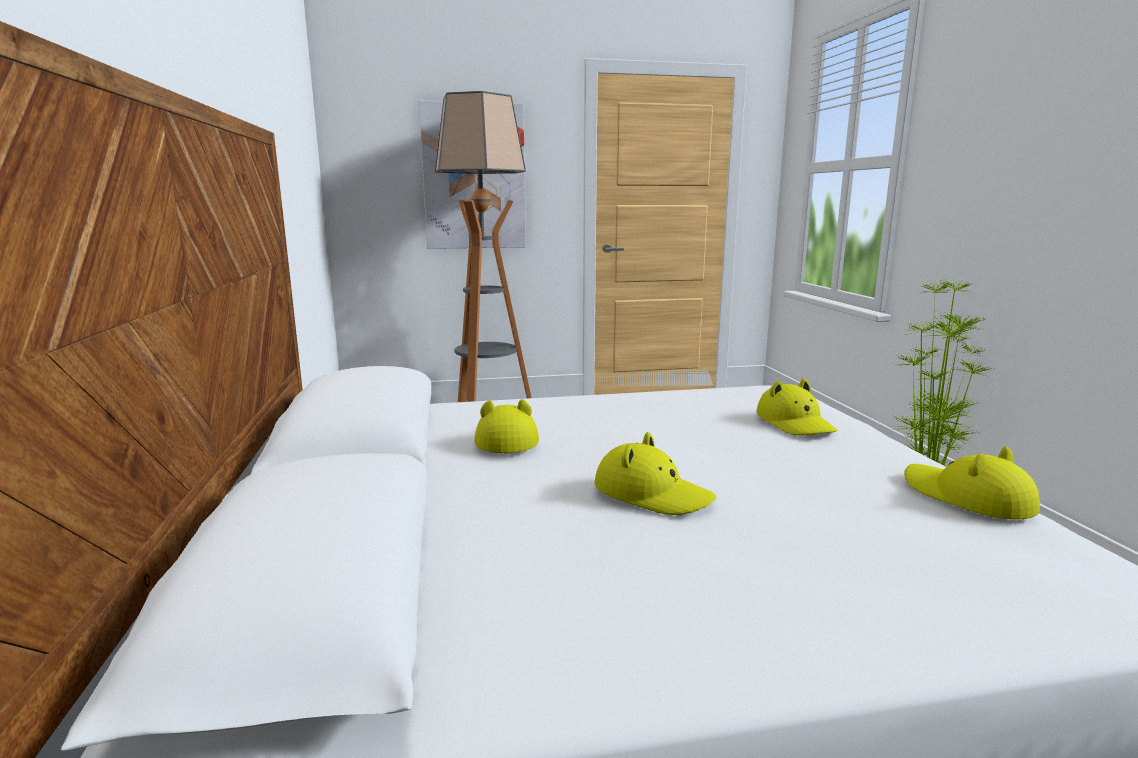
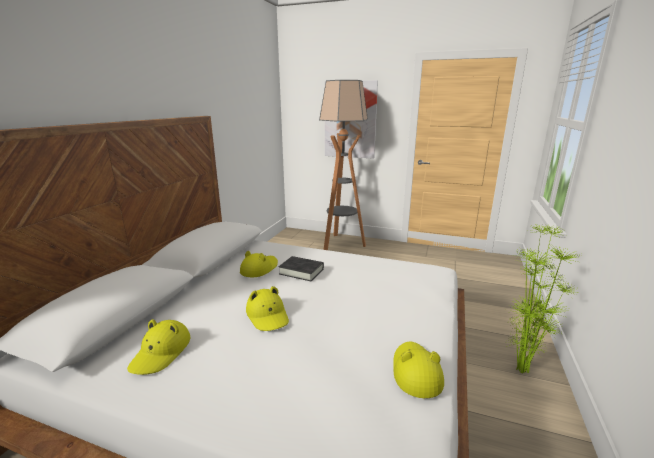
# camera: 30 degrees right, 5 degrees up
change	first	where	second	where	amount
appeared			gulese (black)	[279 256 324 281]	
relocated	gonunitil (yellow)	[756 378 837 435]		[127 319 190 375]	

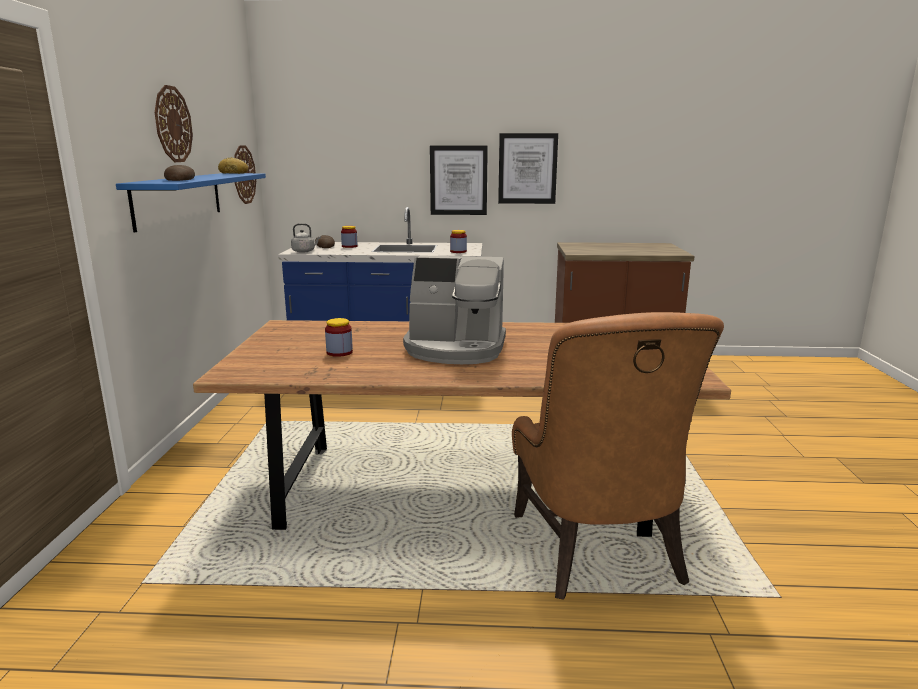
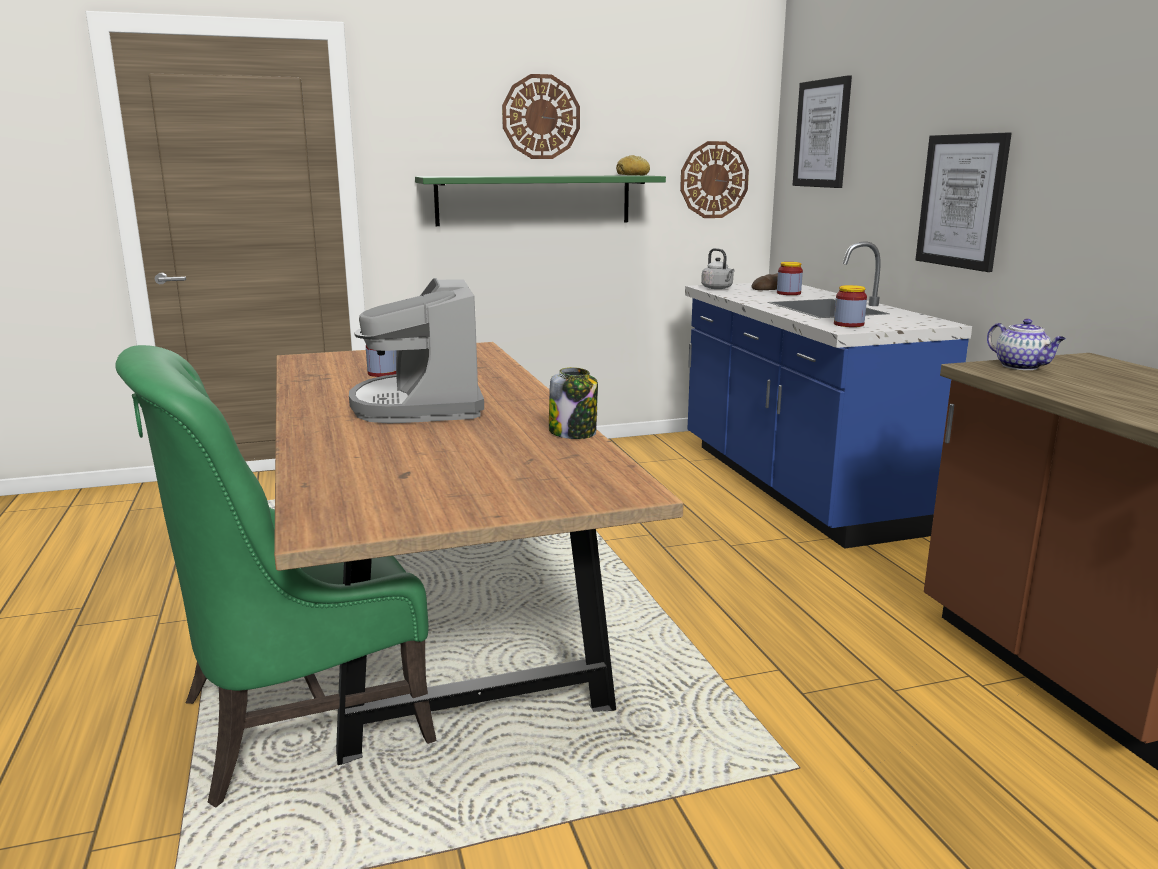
# camera: 70 degrees right, 0 degrees up
change	first	where	second	where	amount
missing	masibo	[164 165 195 181]			
appeared			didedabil	[549 367 598 439]	
appeared			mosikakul	[987 319 1066 370]	
relocated	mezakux	[498 133 558 204]		[793 75 852 188]	
colour	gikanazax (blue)	[116 173 266 232]	gikanazax (green)	[415 175 666 226]	
colour	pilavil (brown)	[512 312 724 600]	pilavil (green)	[115 345 437 808]	

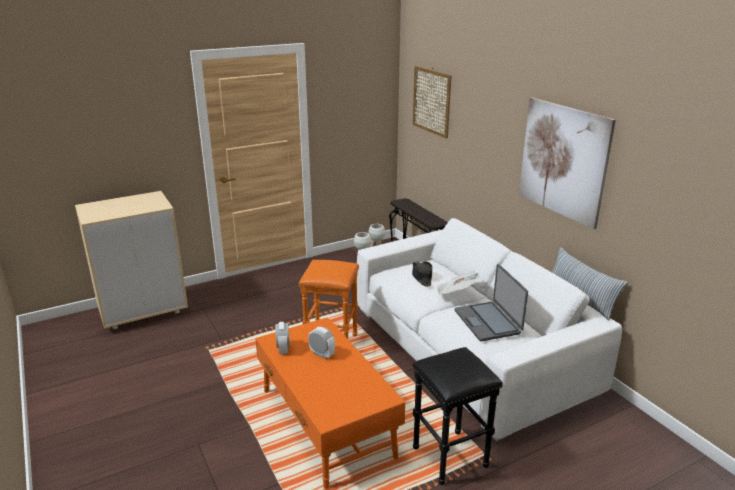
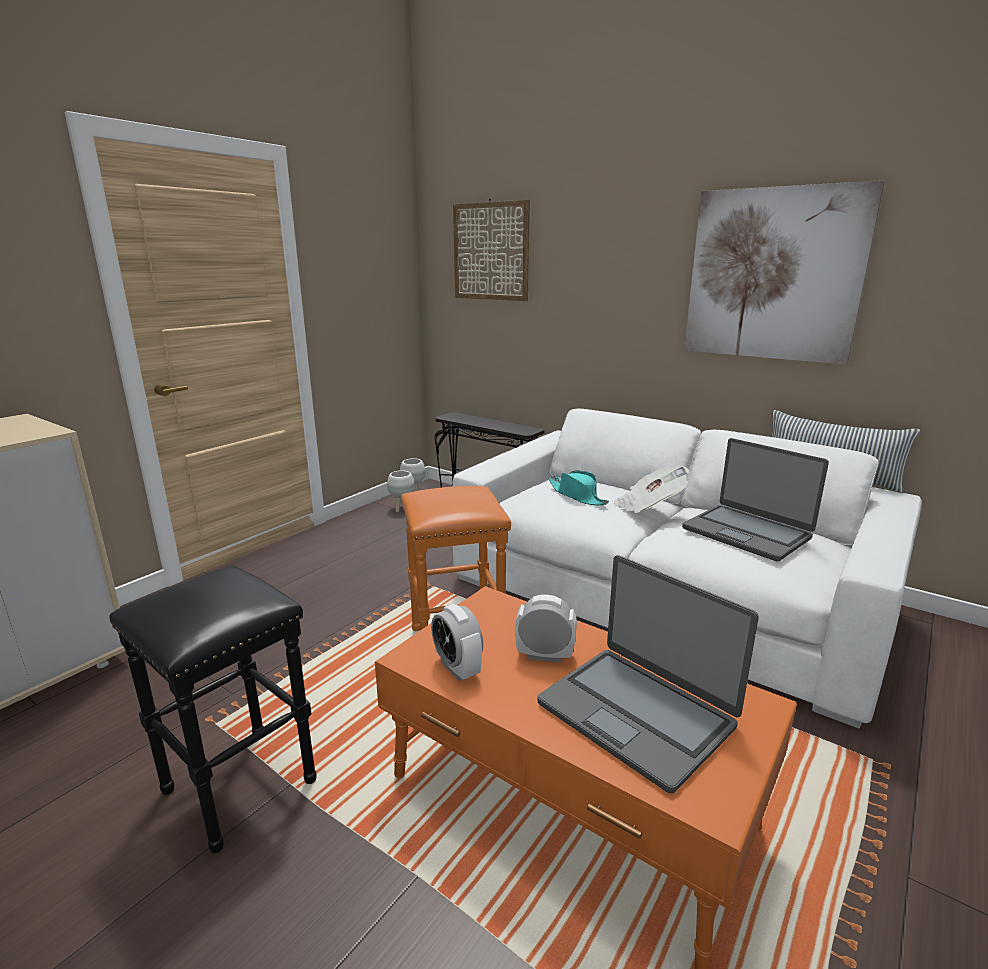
# camera: 25 degrees left, 5 degrees down
change	first	where	second	where	amount
appeared			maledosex	[538 555 759 793]	
relocated	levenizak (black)	[413 347 503 485]		[110 566 316 853]	
colour	gonunitil (black)	[412 261 432 287]	gonunitil (turquoise)	[548 470 609 505]	

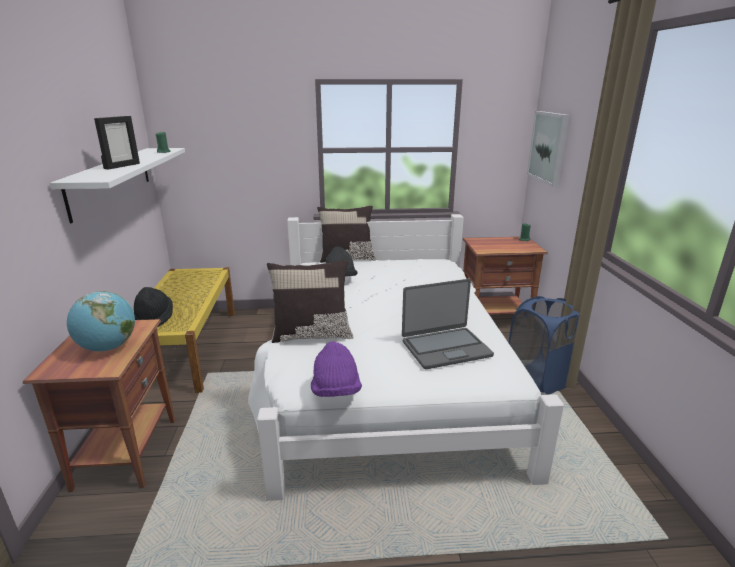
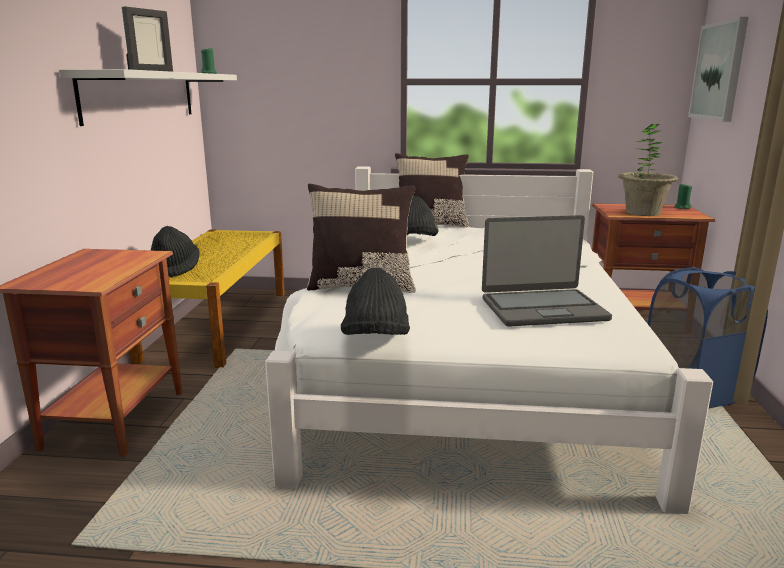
# camera: 10 degrees right, 5 degrees down
change	first	where	second	where	amount
missing	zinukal	[67 291 135 351]			
appeared			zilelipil	[618 124 678 216]	
colour	gonunitil (purple)	[311 341 362 397]	gonunitil (black)	[341 268 410 335]	

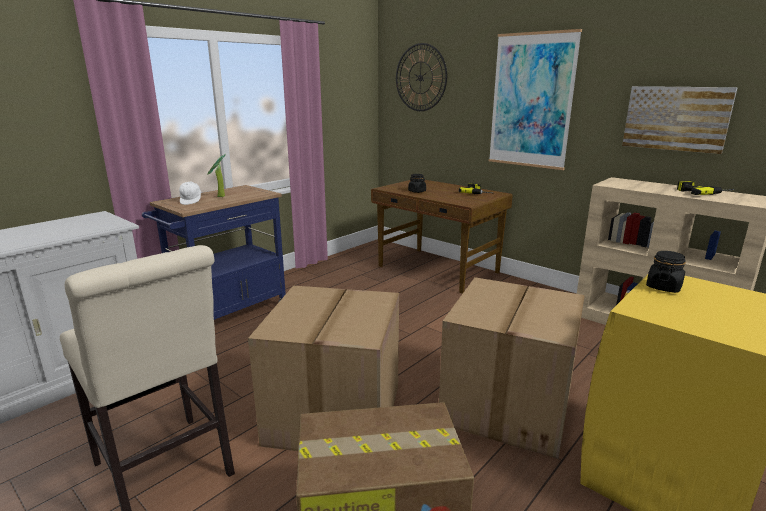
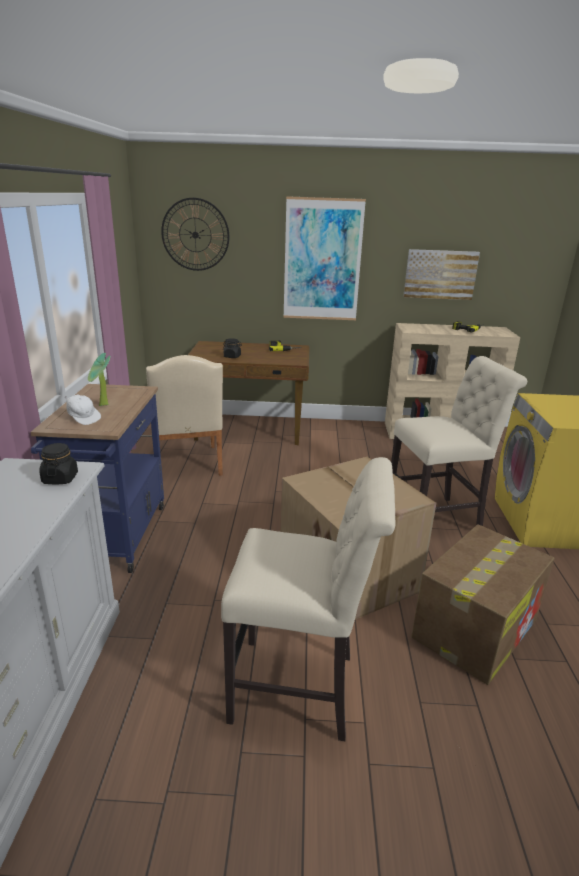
# camera: 40 degrees left, 5 degrees up
change	first	where	second	where	amount
appeared			pilavil (beige)	[146 355 223 476]	
relocated	didedabil (black)	[646 251 686 293]		[39 443 78 484]	
exchanged	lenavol	[439 277 585 459]	levenizak (beige)	[391 356 527 526]	

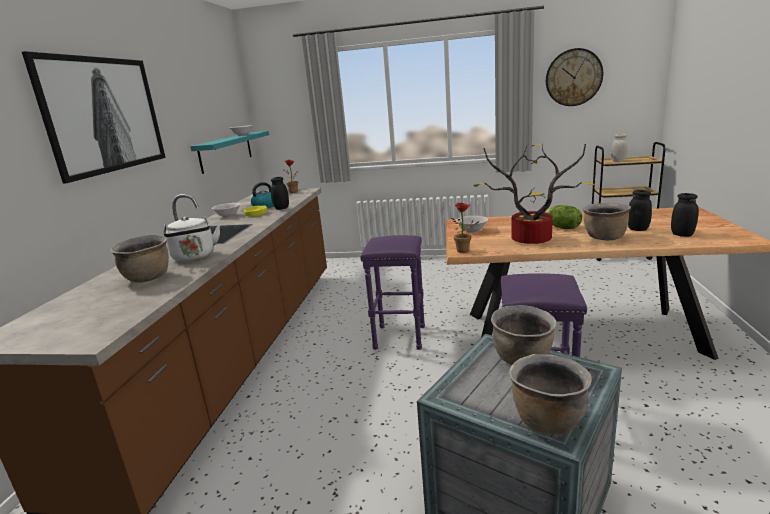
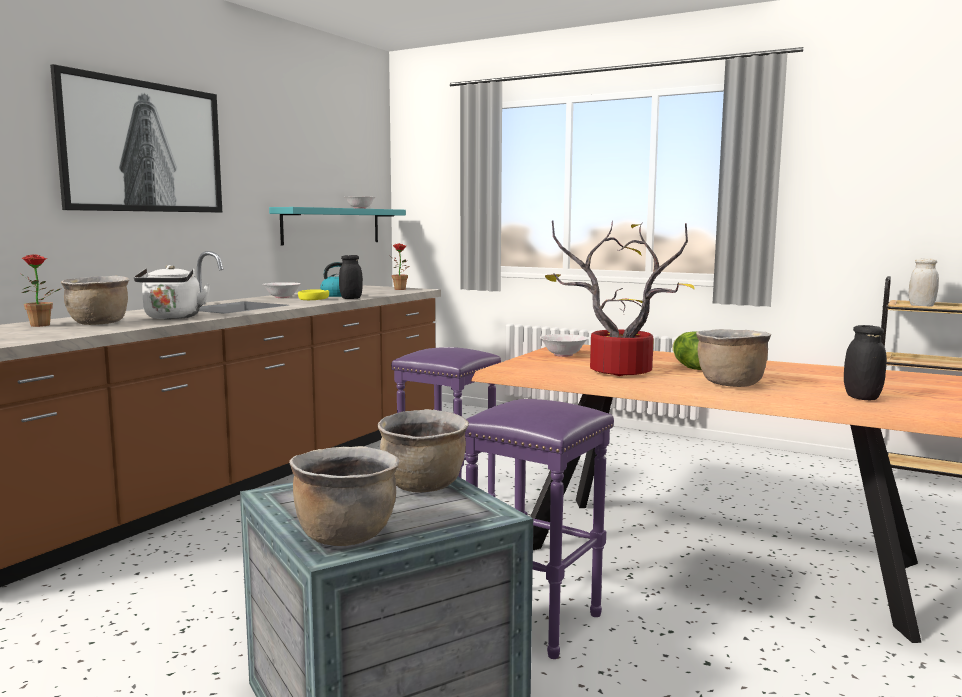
# camera: 20 degrees right, 10 degrees down
change	first	where	second	where	amount
missing	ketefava	[546 48 603 106]			
missing	didedabil (black)	[628 190 652 231]			
relocated	zilelipil	[451 203 480 253]		[21 254 60 327]	

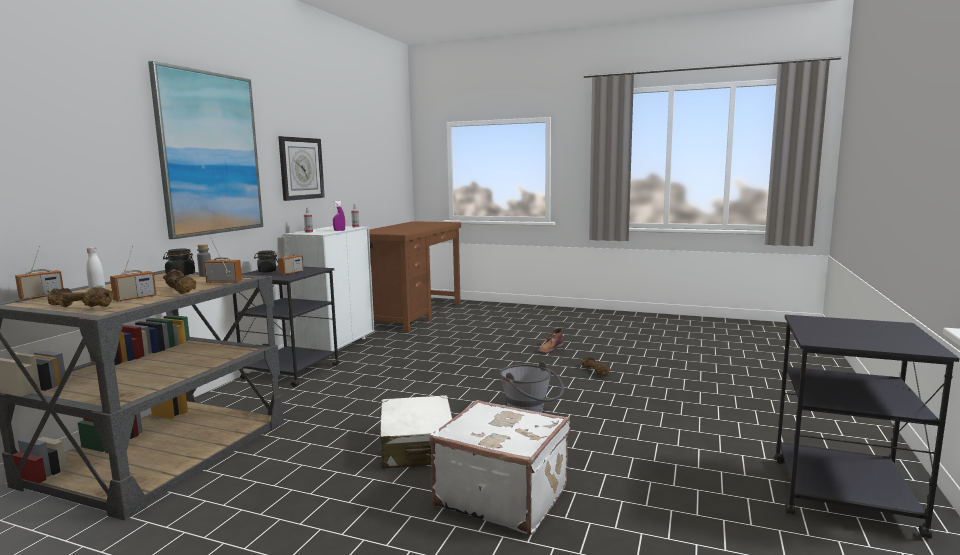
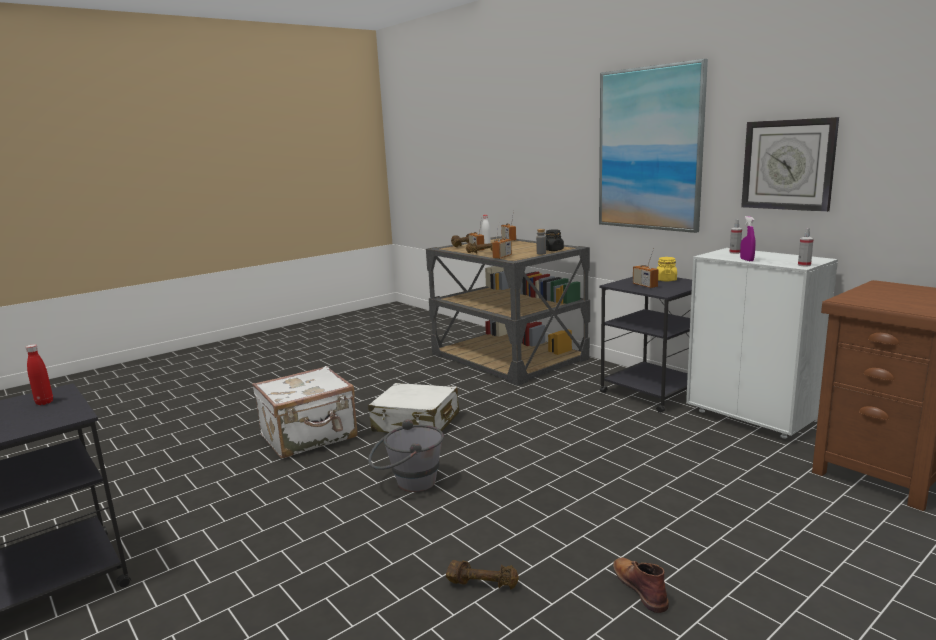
# camera: 120 degrees right, 5 degrees up
change	first	where	second	where	amount
appeared			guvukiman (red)	[26 344 53 405]	
colour	didedabil (black)	[254 250 278 272]	didedabil (yellow)	[657 257 677 282]	

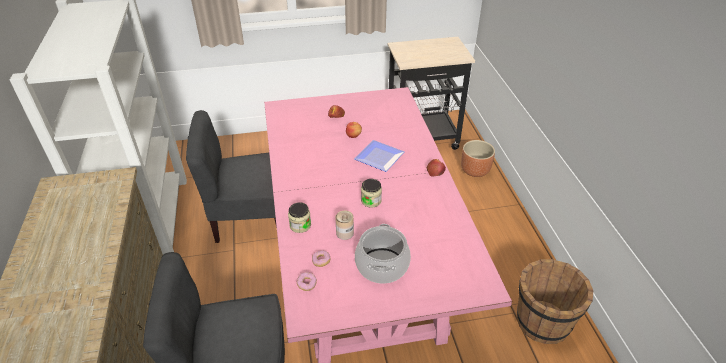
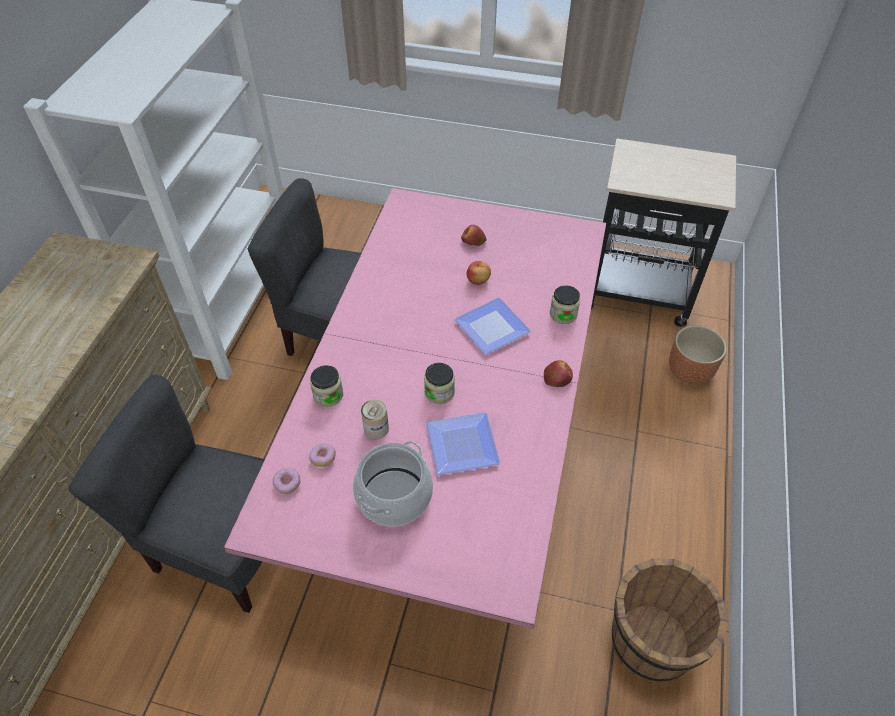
# camera: 25 degrees right, 10 degrees up
change	first	where	second	where	amount
appeared			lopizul	[426 412 500 475]	
appeared			didedabil	[550 285 580 324]	

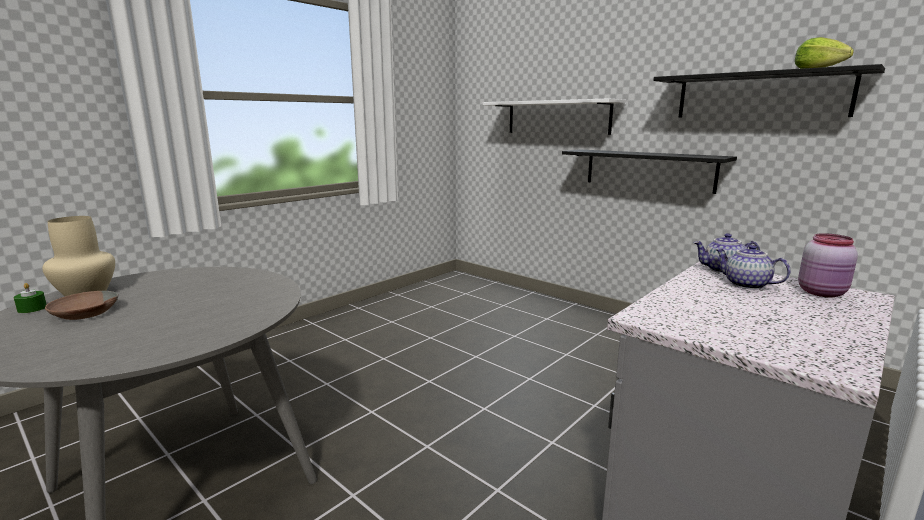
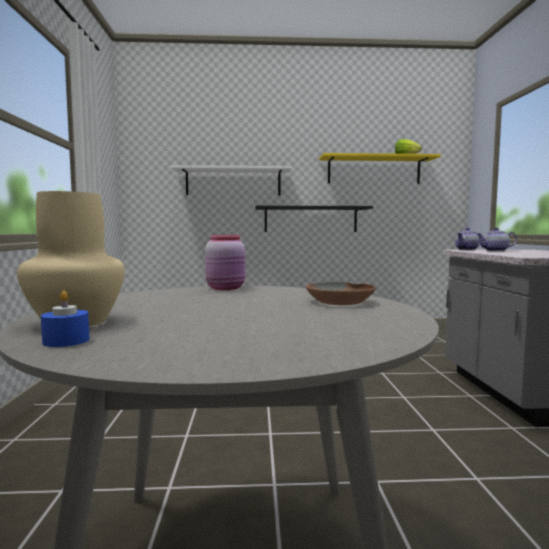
# camera: 45 degrees left, 10 degrees down
change	first	where	second	where	amount
relocated	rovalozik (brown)	[45 291 118 320]		[306 282 375 305]	
relocated	didedabil (pink)	[798 233 858 297]		[205 235 245 290]	
colour	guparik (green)	[13 283 47 313]	guparik (blue)	[41 291 90 347]	
colour	gikanazax (black)	[653 64 885 117]	gikanazax (yellow)	[319 153 441 184]	

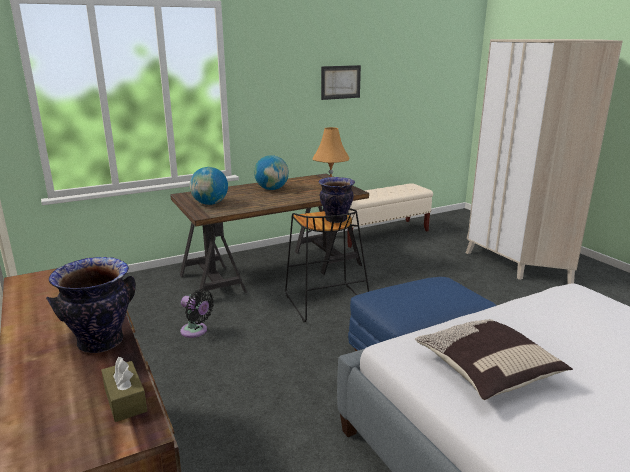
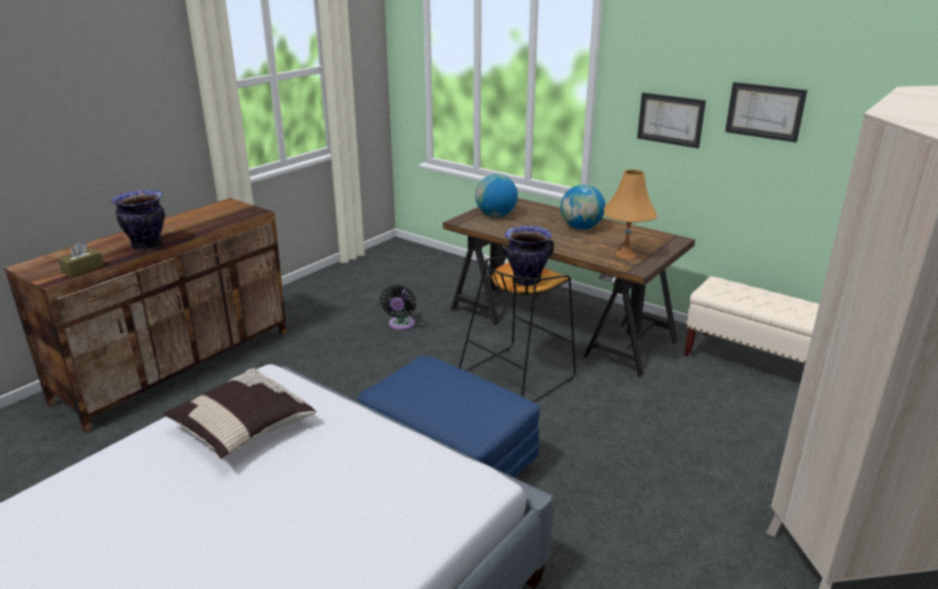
# camera: 65 degrees right, 5 degrees up
change	first	where	second	where	amount
appeared			mezakux	[637 93 706 148]	

